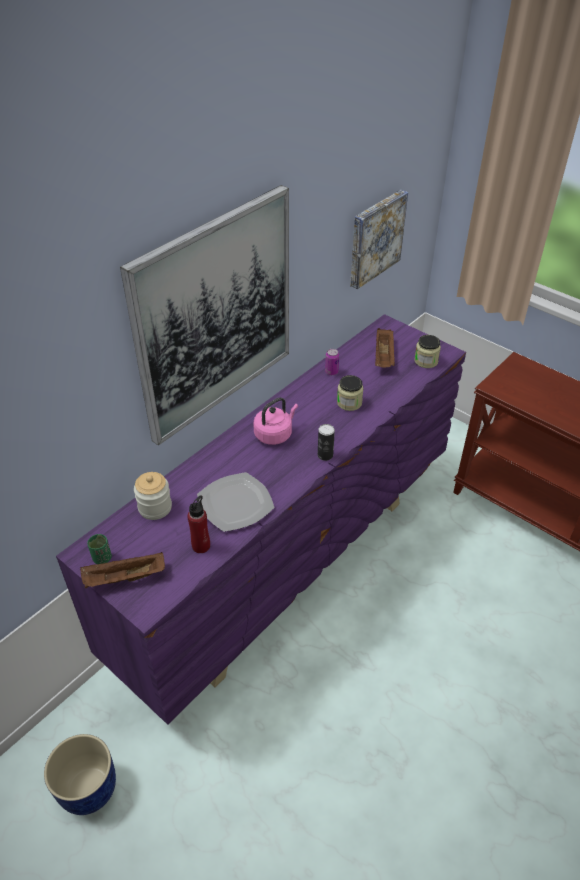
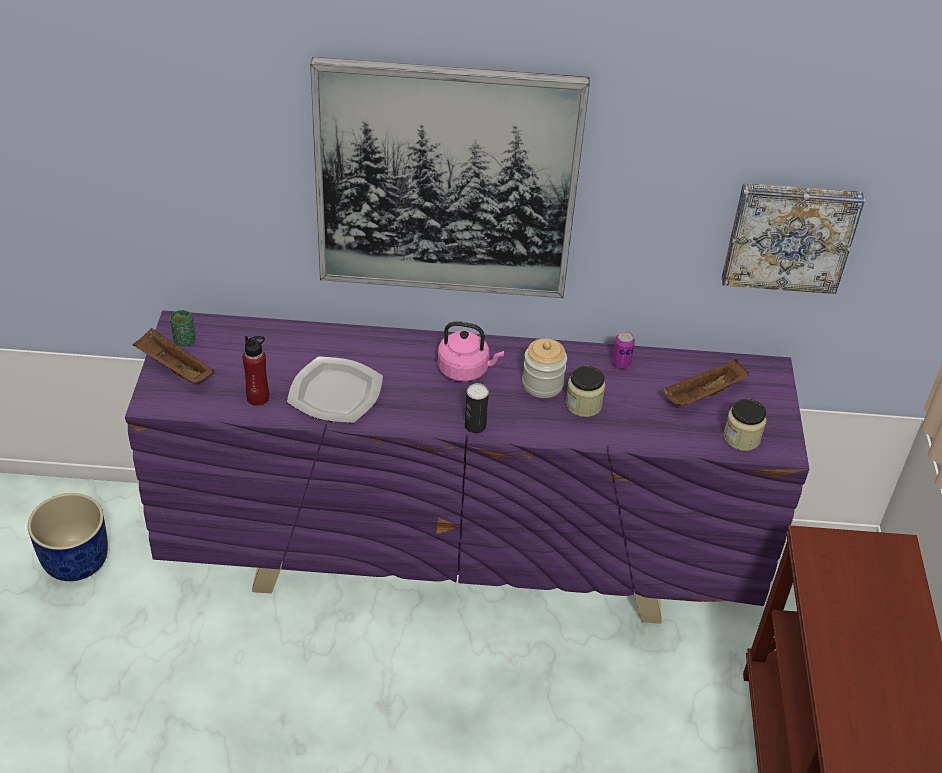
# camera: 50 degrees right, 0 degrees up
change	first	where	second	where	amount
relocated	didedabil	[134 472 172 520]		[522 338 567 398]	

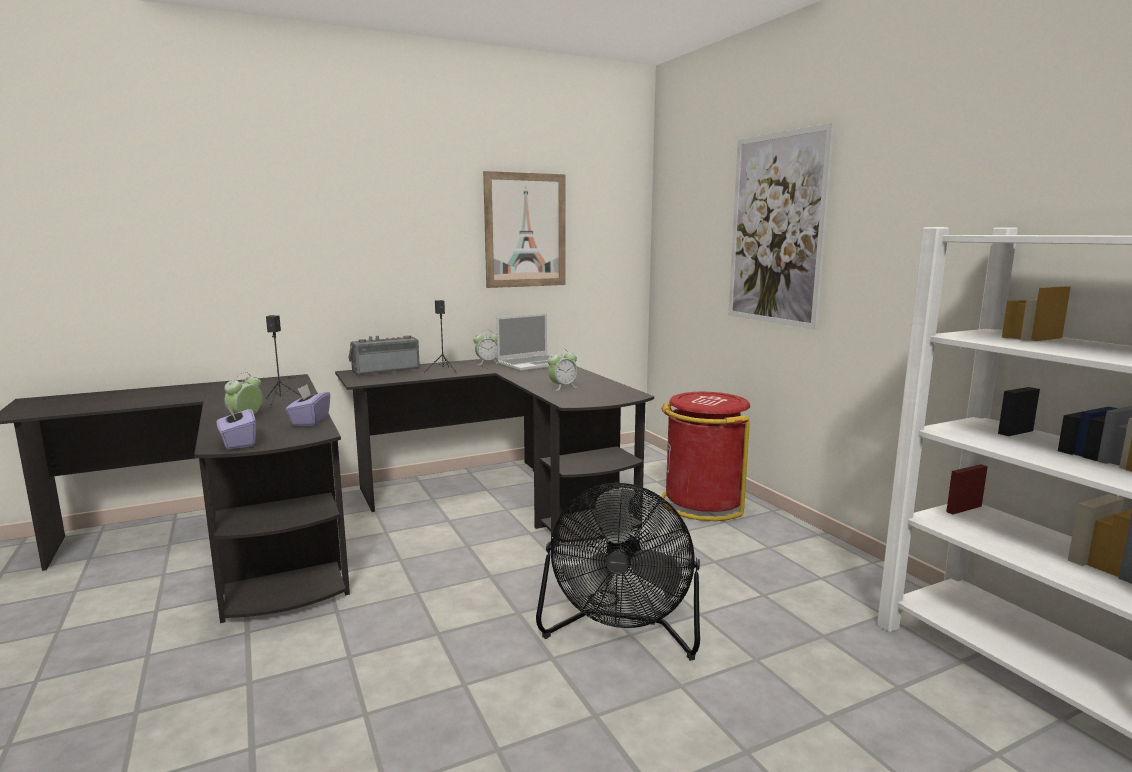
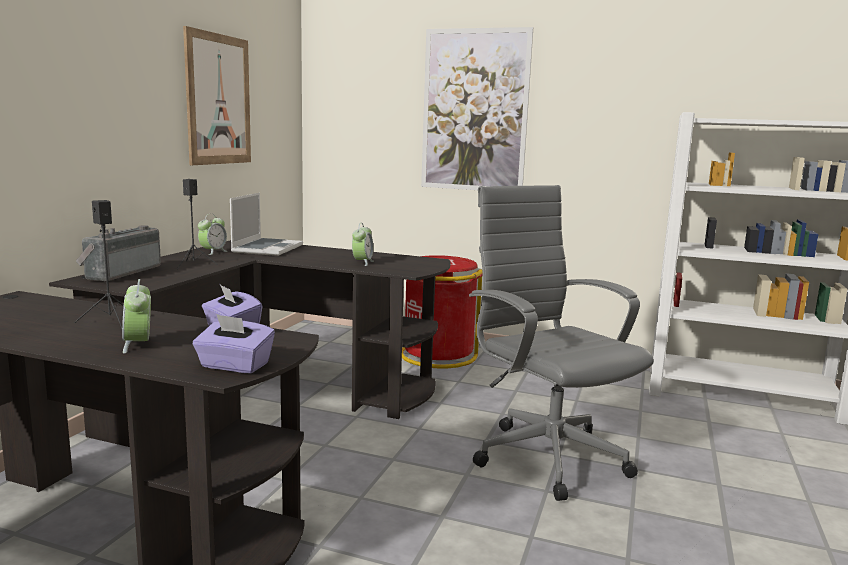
# camera: 45 degrees left, 0 degrees up
change	first	where	second	where	amount
exchanged	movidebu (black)	[536 483 700 661]	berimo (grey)	[469 185 654 501]	

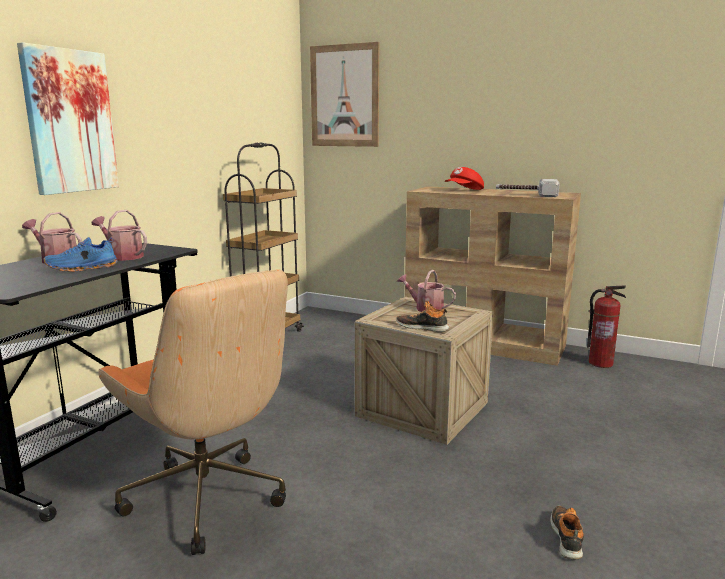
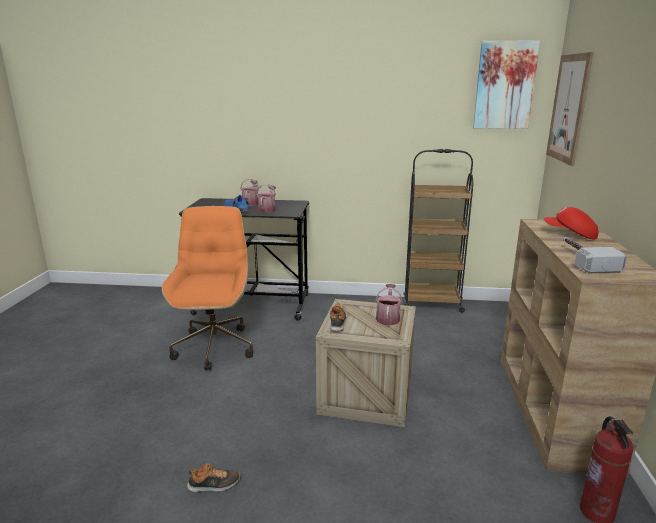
# camera: 70 degrees right, 5 degrees up
change	first	where	second	where	amount
relocated	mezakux	[17 42 119 195]		[473 40 540 129]	
spun	berimo (orange)	[98 270 288 555]		[162 206 253 370]	150 degrees clockwise

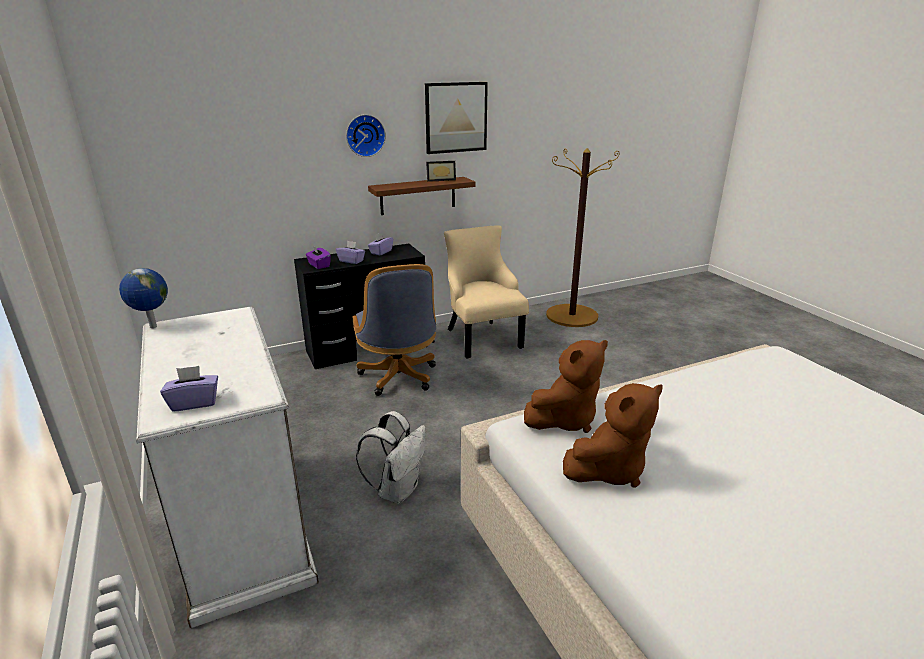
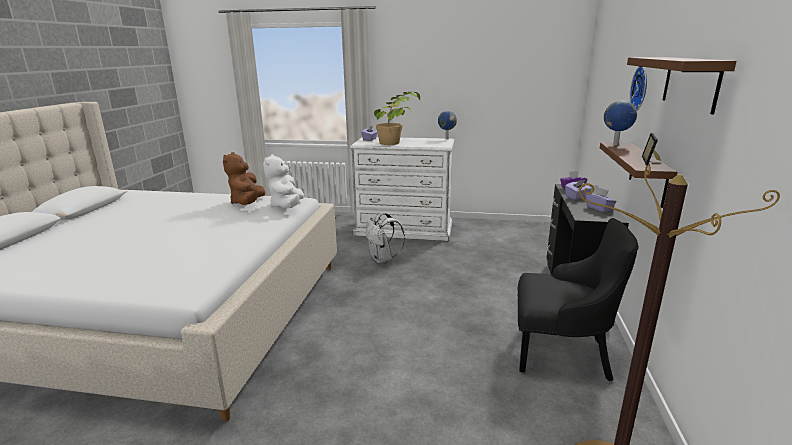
# camera: 125 degrees right, 5 degrees down
change	first	where	second	where	amount
missing	berimo (blue)	[353 264 436 396]			
appeared			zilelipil	[374 92 420 145]	
appeared			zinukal	[604 100 637 145]	
exchanged	mezakux	[425 82 488 154]	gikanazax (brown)	[627 57 736 115]	
colour	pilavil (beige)	[444 226 529 359]	pilavil (black)	[518 218 639 381]	
colour	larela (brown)	[524 340 608 433]	larela (white)	[263 154 304 208]	

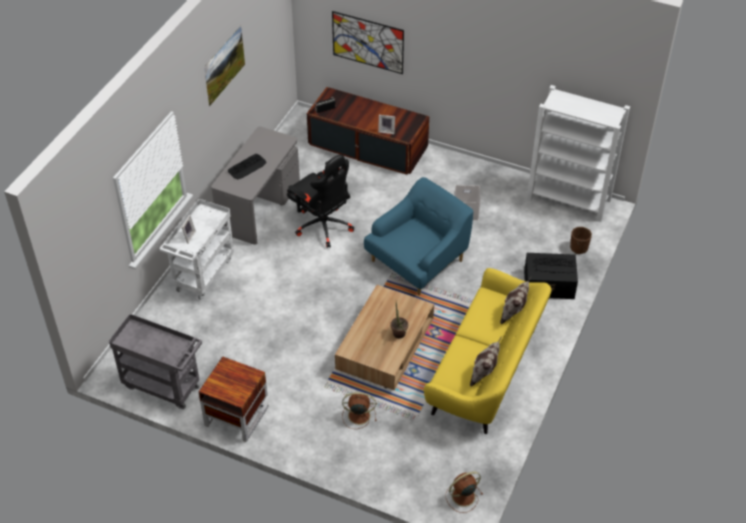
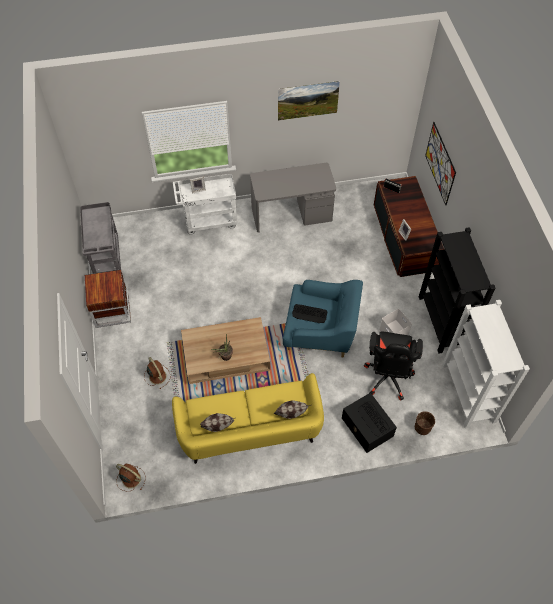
# camera: 55 degrees right, 10 degrees up
change	first	where	second	where	amount
appeared			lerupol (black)	[419 227 495 354]	
relocated	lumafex	[228 154 267 179]		[292 304 327 323]	
relocated	berimo (black)	[287 154 354 248]		[364 332 423 401]	

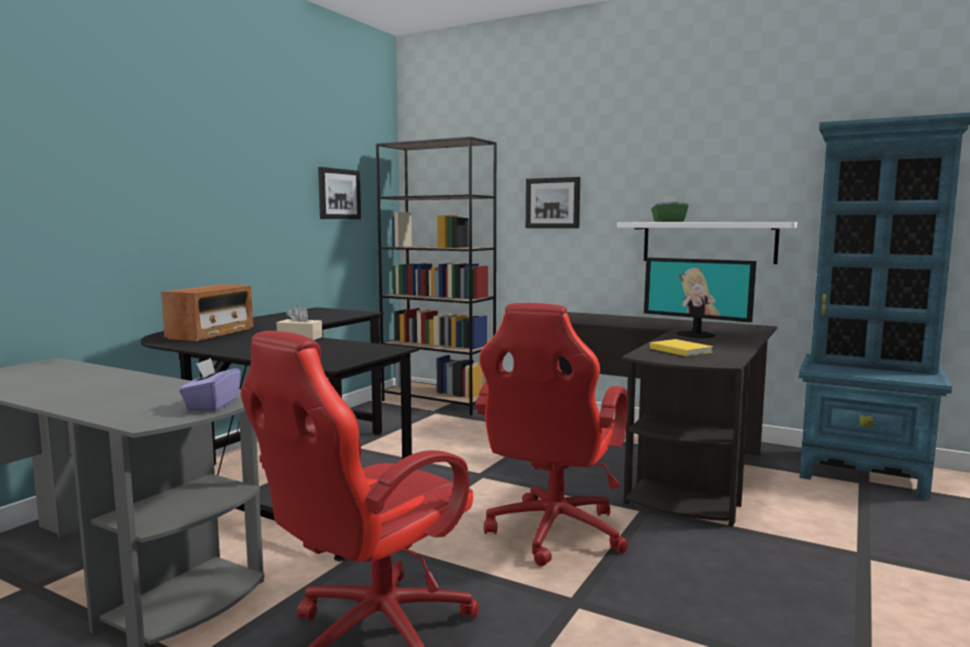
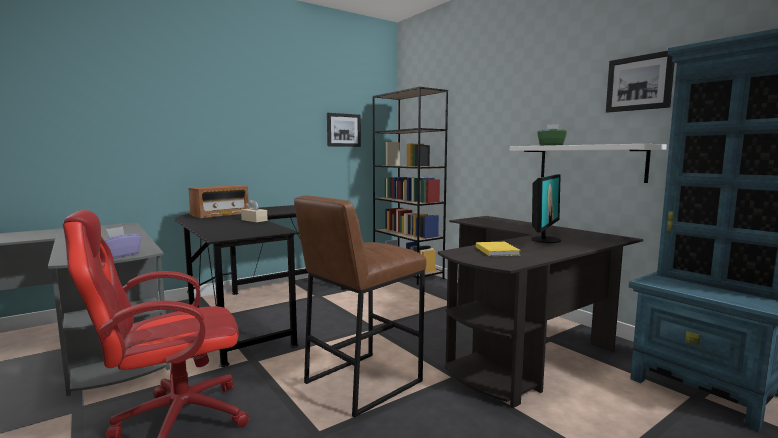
# camera: 25 degrees right, 0 degrees up
change	first	where	second	where	amount
relocated	mezakux	[526 177 580 228]		[606 51 674 113]	
exchanged	berimo (red)	[475 303 628 566]	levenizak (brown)	[294 195 427 418]	
spun	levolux	[644 258 756 338]		[531 174 561 243]	120 degrees counterclockwise

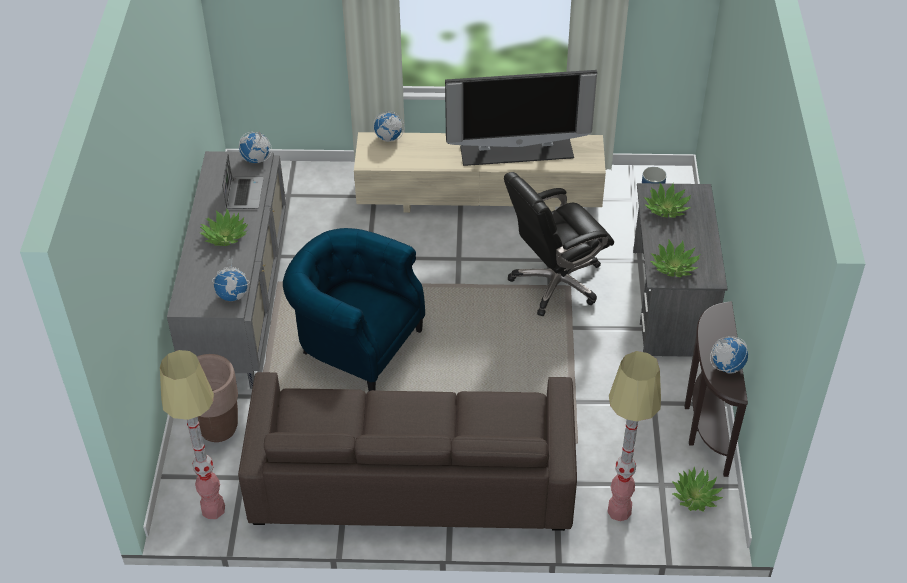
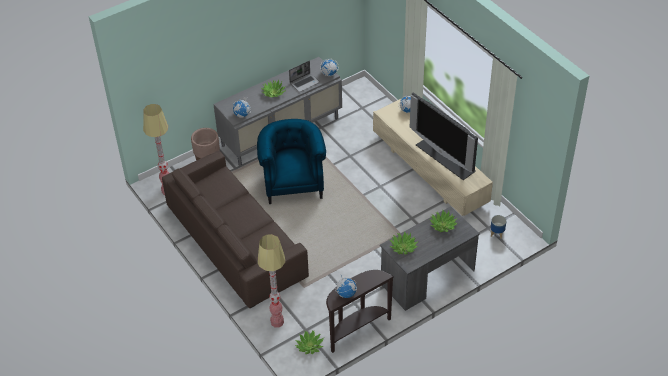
# camera: 55 degrees right, 0 degrees up
change	first	where	second	where	amount
missing	berimo (black)	[504 172 614 316]			

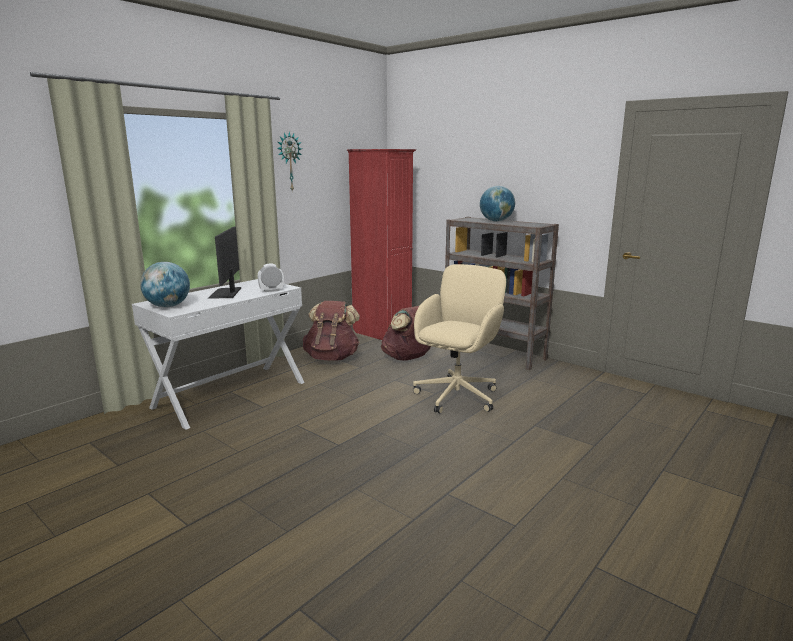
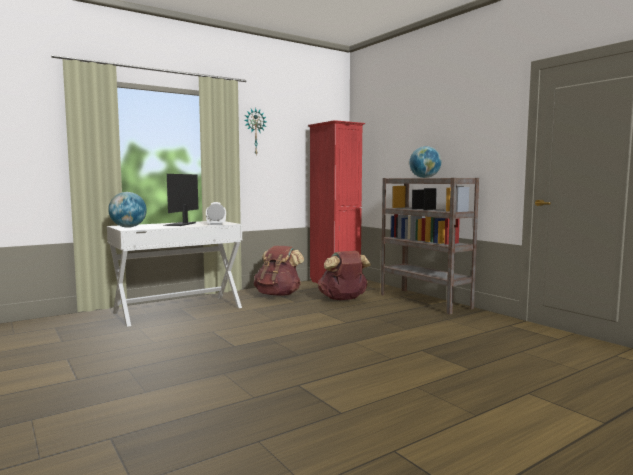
# camera: 15 degrees right, 10 degrees down
change	first	where	second	where	amount
missing	berimo (beige)	[413 264 506 413]			

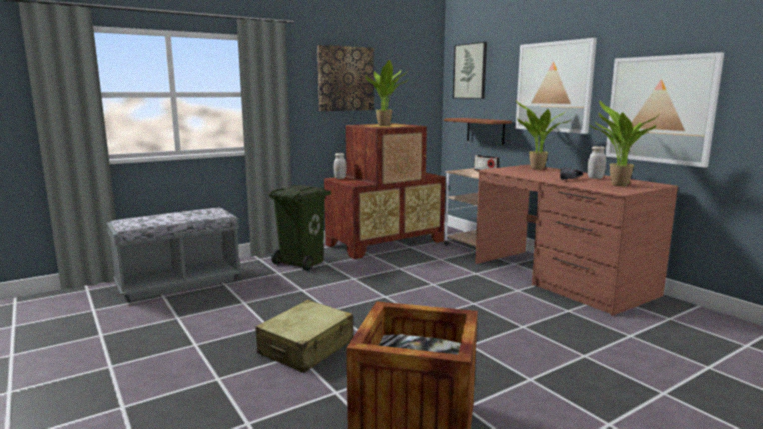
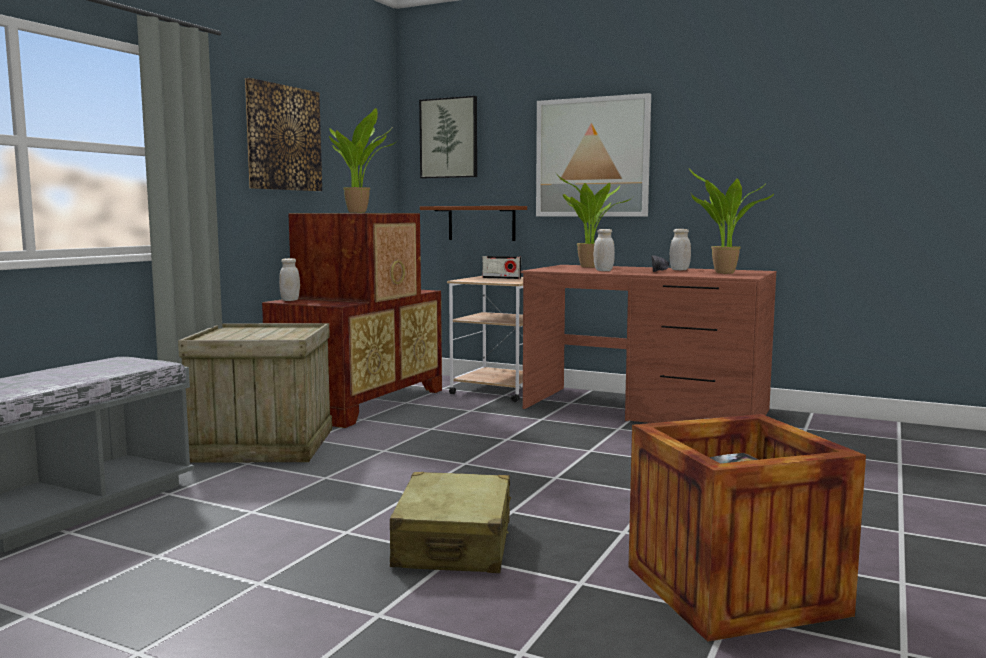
# camera: 30 degrees left, 5 degrees down
change	first	where	second	where	amount
missing	mezakux	[605 52 724 167]			
appeared			didedabil (white)	[594 229 615 271]	
exchanged	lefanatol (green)	[268 185 331 271]	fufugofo	[178 323 332 463]	

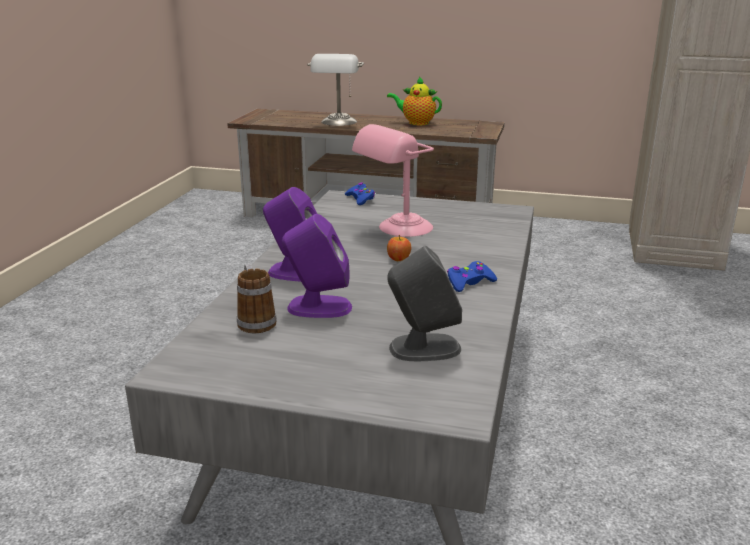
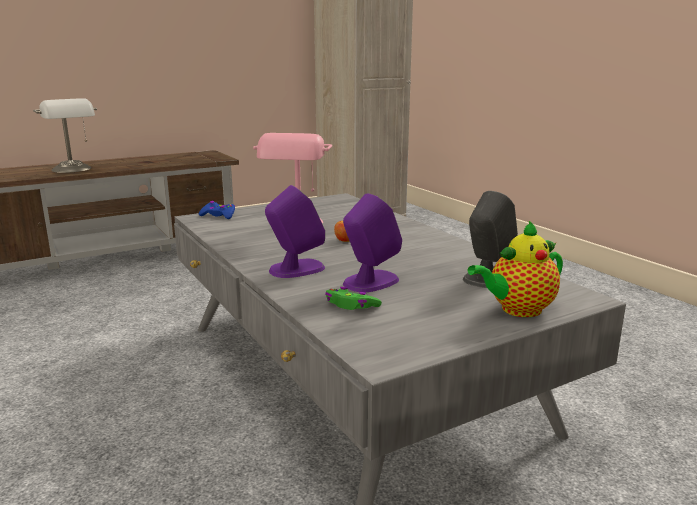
# camera: 45 degrees left, 5 degrees down
change	first	where	second	where	amount
missing	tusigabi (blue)	[447 261 497 292]			
relocated	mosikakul	[387 76 442 125]		[468 221 563 317]	
exchanged	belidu	[237 264 277 333]	tusigabi (green)	[325 287 382 310]	

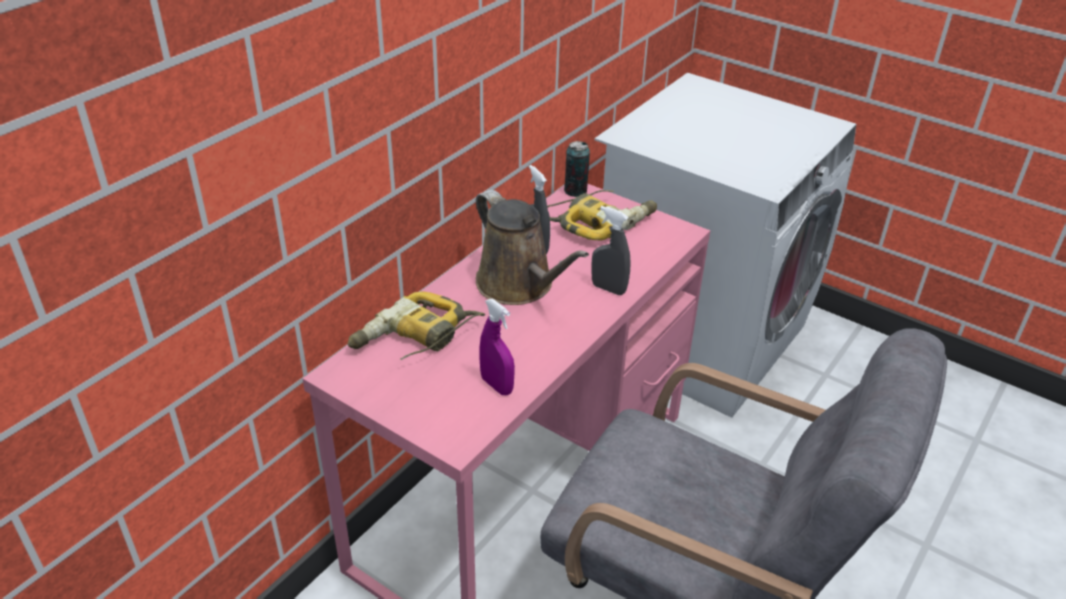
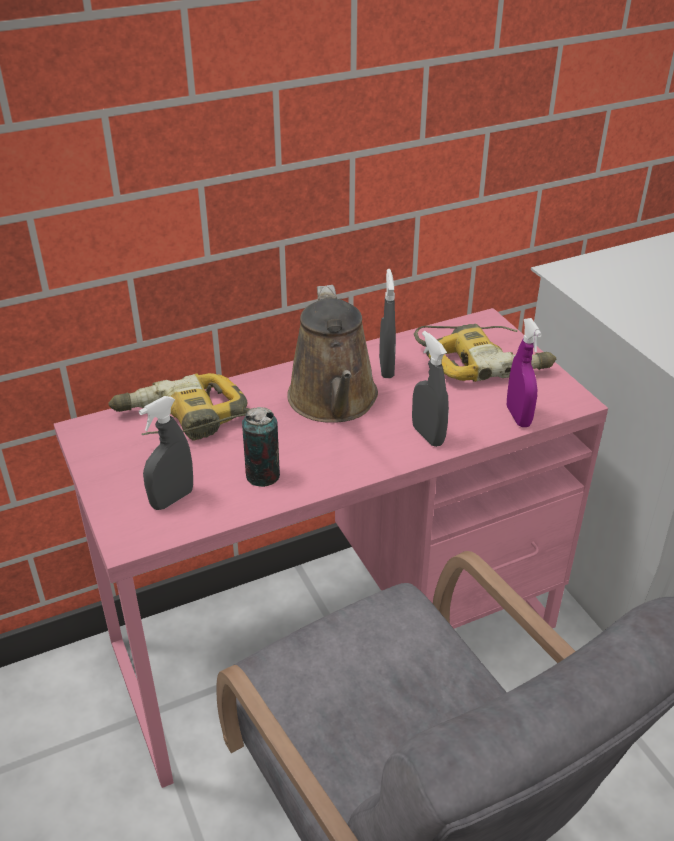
# camera: 30 degrees right, 0 degrees up
change	first	where	second	where	amount
appeared			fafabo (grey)	[139 396 193 510]	
relocated	fafabo (purple)	[479 299 515 395]		[507 318 542 427]	
relocated	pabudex	[564 141 590 197]		[242 407 280 487]	

